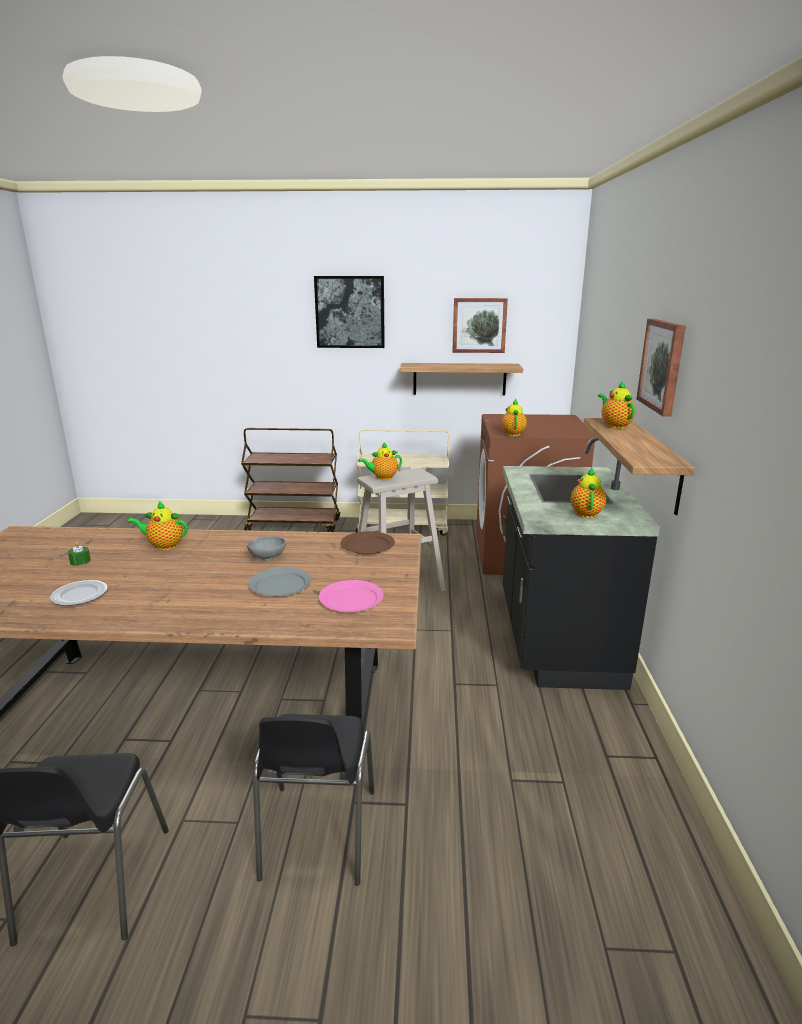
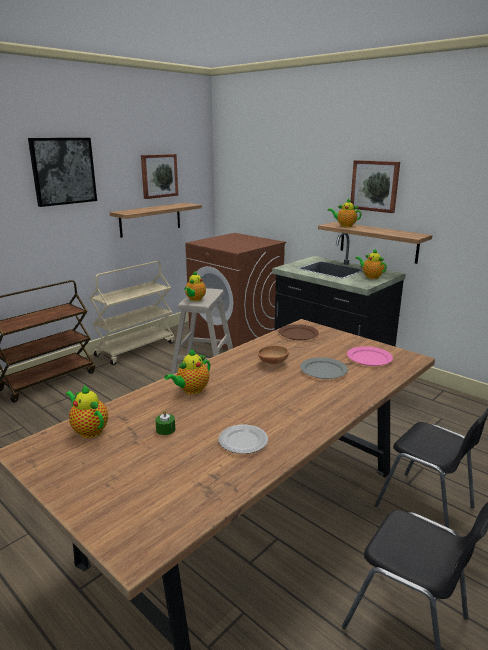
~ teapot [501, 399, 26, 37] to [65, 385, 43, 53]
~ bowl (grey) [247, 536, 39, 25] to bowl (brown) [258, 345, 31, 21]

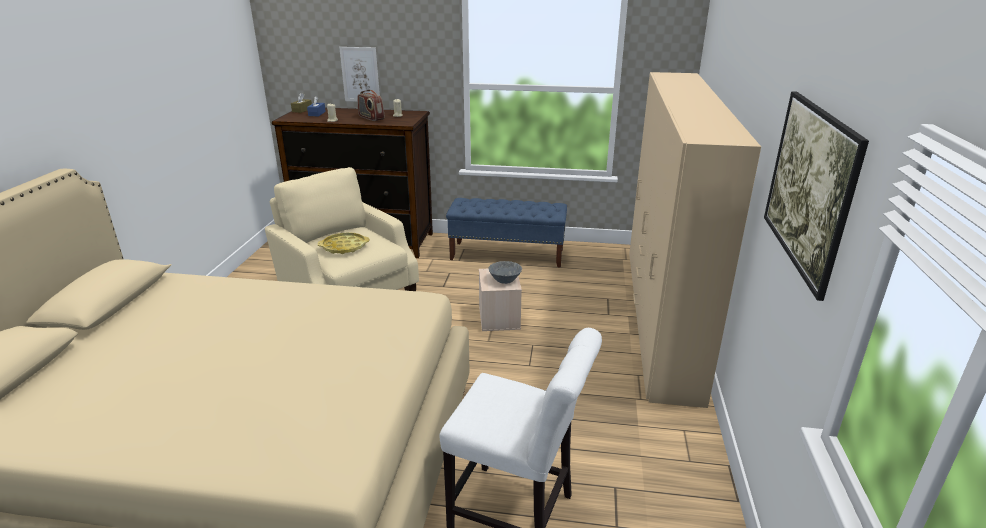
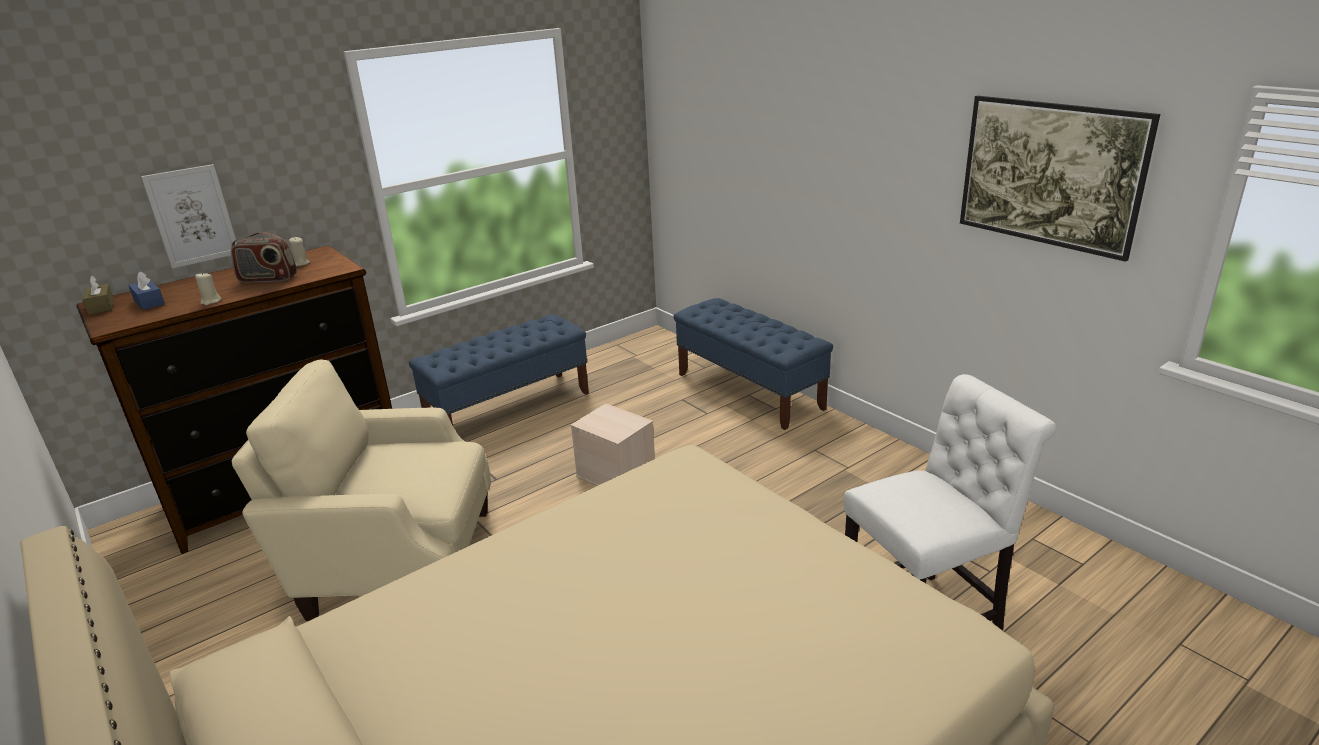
~ wardrobe (beige) [629, 72, 132, 336] to bench (blue) [674, 298, 159, 132]
- tray (yellow) [318, 232, 52, 22]
- bowl (grey) [488, 261, 34, 23]

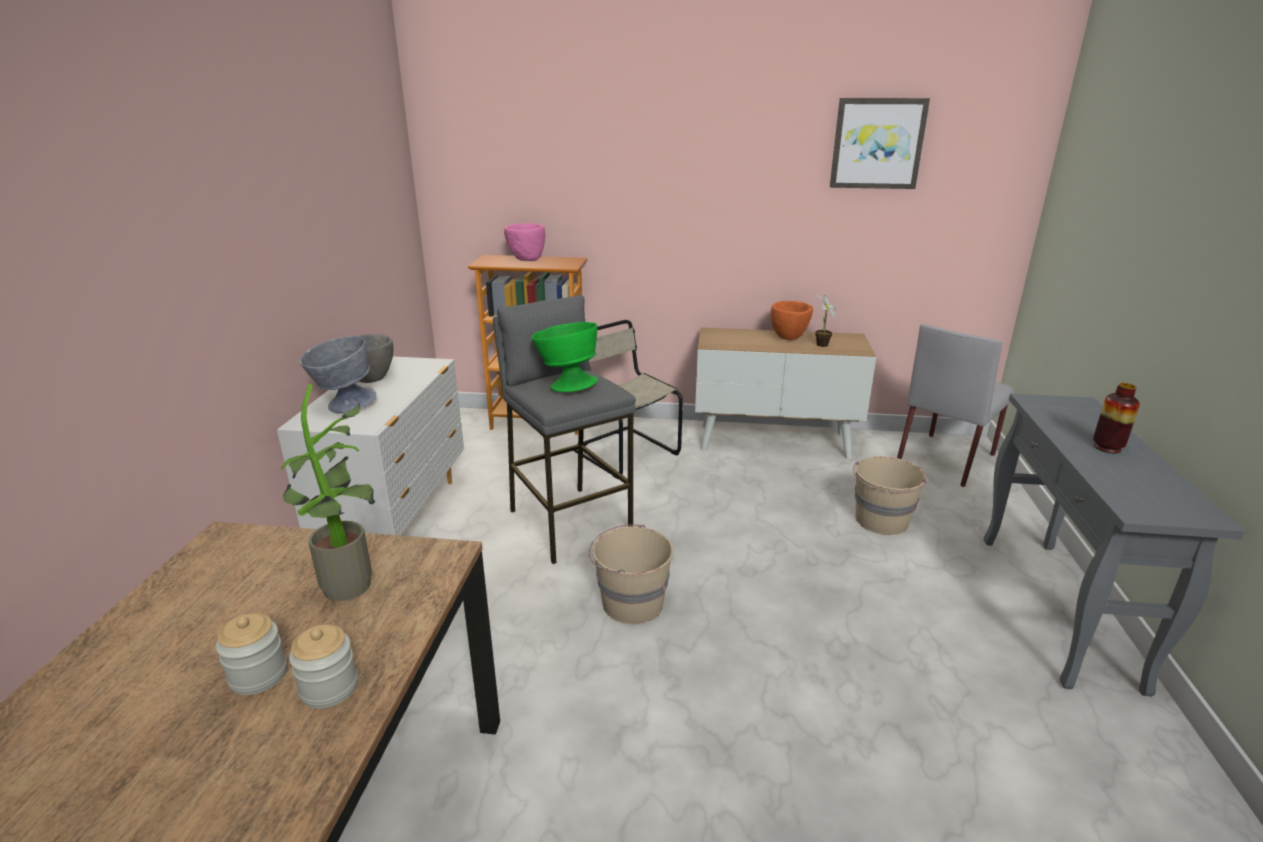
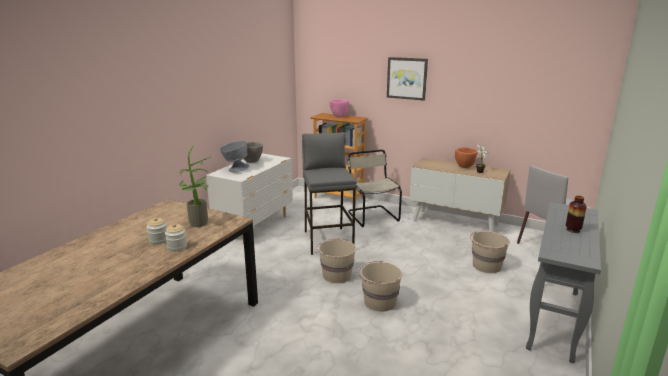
~ picture [830, 98, 100, 91] to [387, 57, 41, 44]
- bowl (green) [531, 322, 67, 70]
+ bucket (beige) [359, 261, 43, 51]

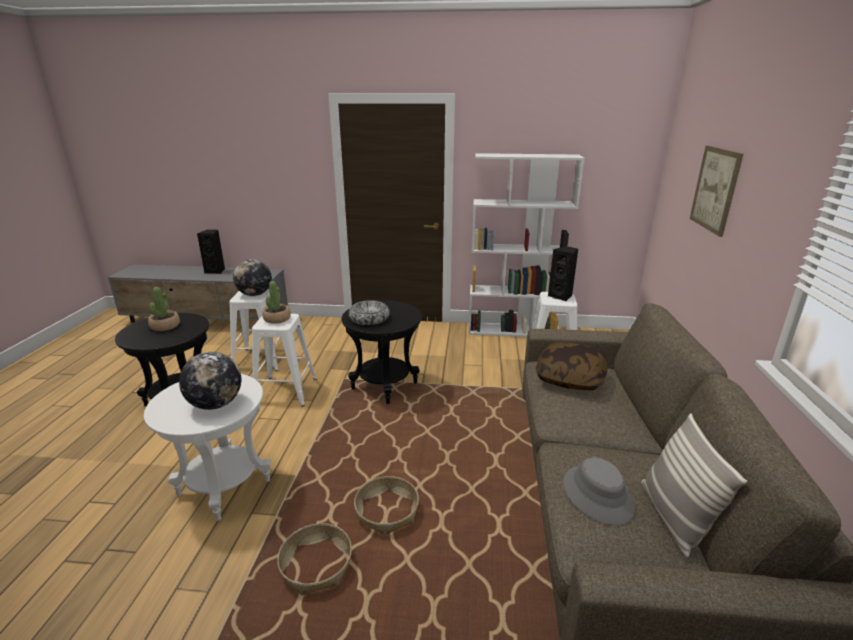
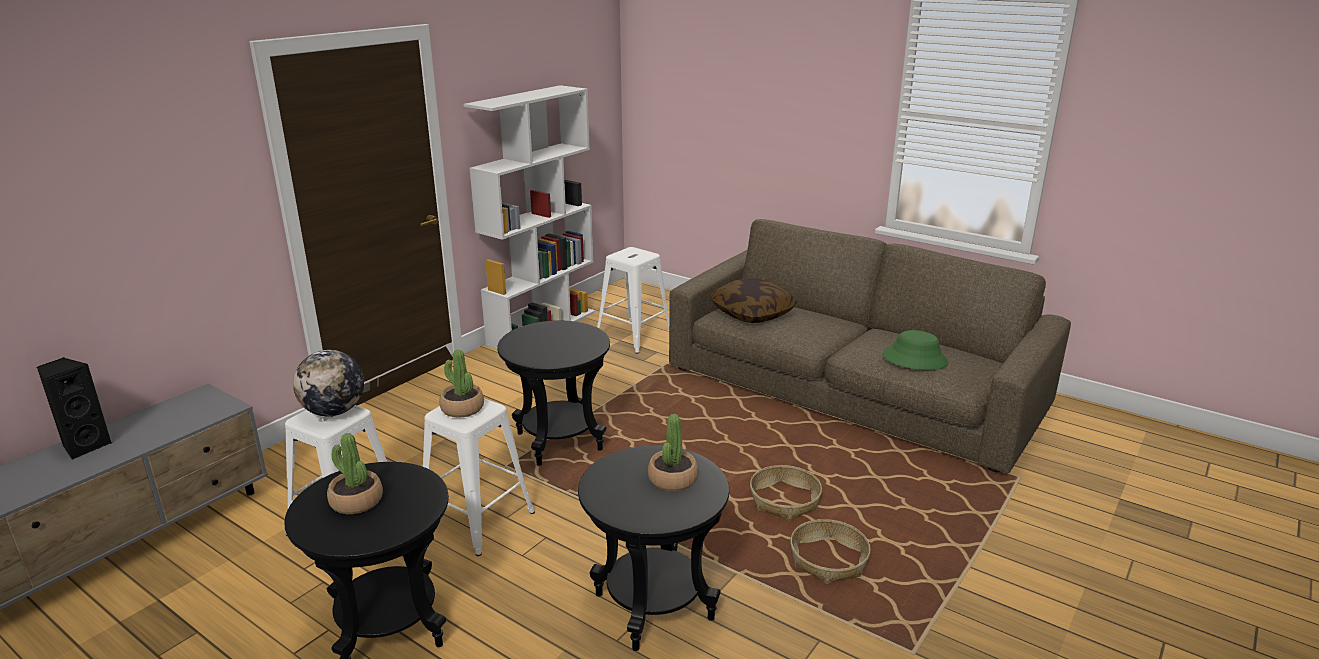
- picture [689, 145, 54, 92]
- speaker (black) [548, 246, 30, 56]
- bowl [348, 300, 42, 25]
~ globe [179, 352, 62, 58] to potted plant [648, 414, 50, 77]
~ side table (white) [144, 374, 127, 147] to side table (black) [578, 446, 152, 205]
- pillow [641, 413, 106, 145]
~ hat (grey) [563, 457, 72, 68] to hat (green) [882, 330, 66, 40]

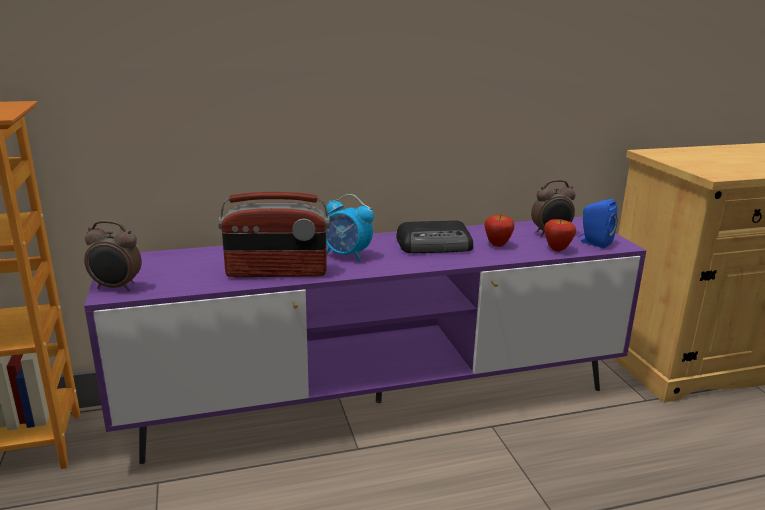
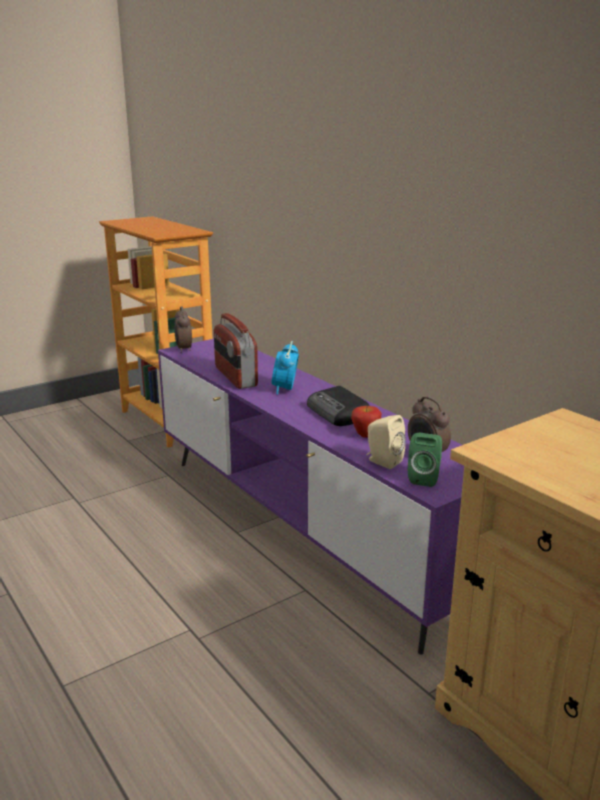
~ speaker (blue) [578, 199, 39, 50] to speaker (green) [408, 433, 34, 54]
~ apple [544, 219, 32, 33] to speaker (beige) [366, 415, 40, 54]

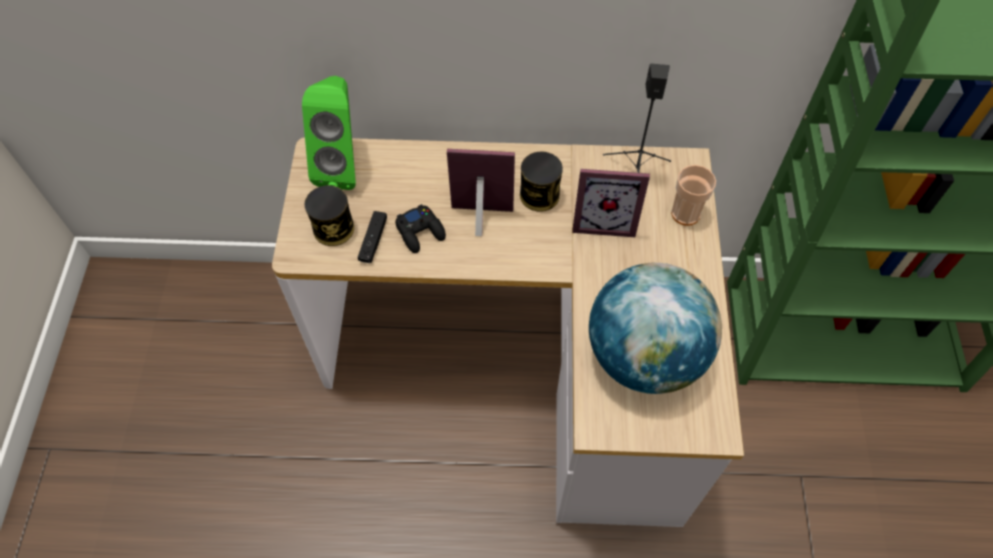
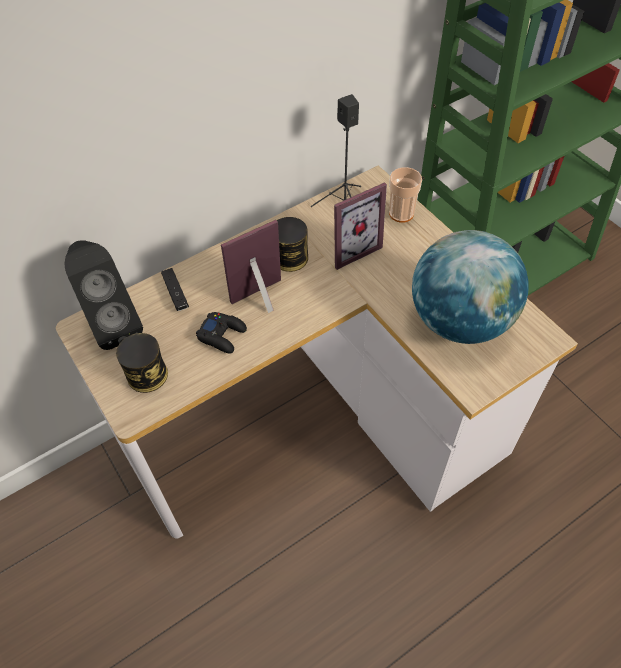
~ speaker (green) [302, 76, 54, 114] to speaker (black) [64, 240, 79, 110]
~ game controller (black) [358, 211, 29, 52] to [161, 268, 28, 43]

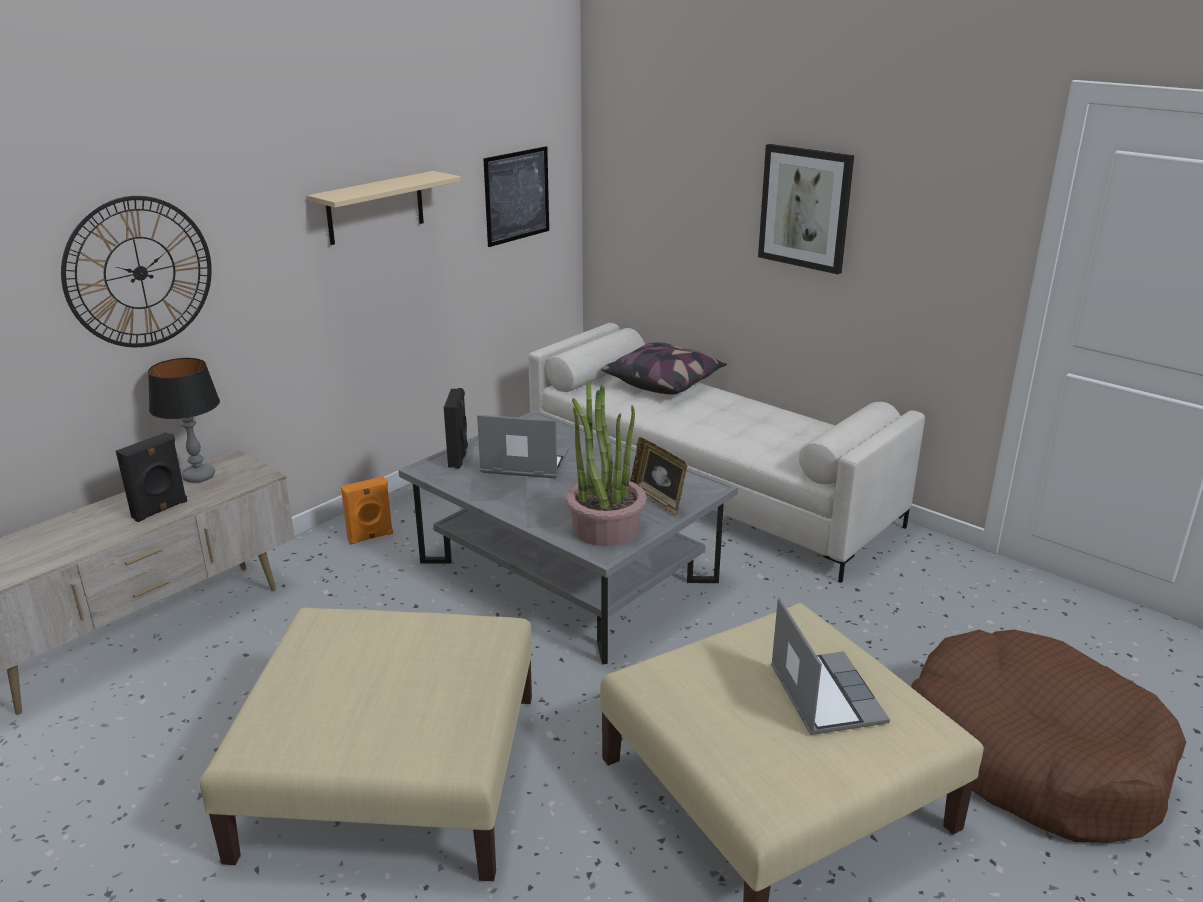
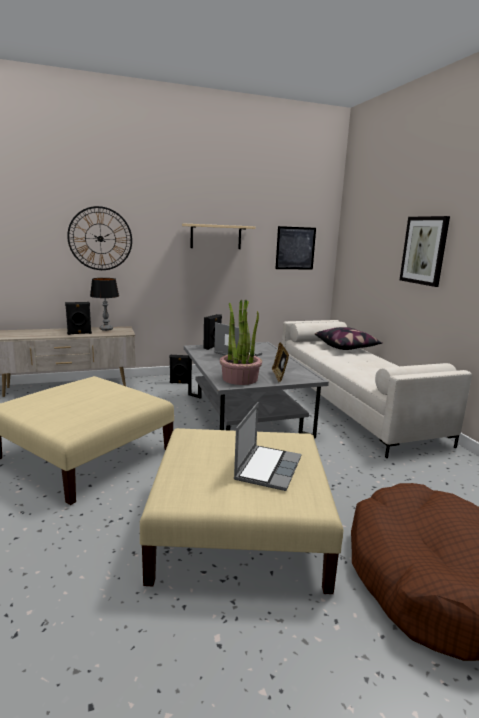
~ speaker (orange) [341, 476, 52, 69] to speaker (black) [169, 355, 19, 29]

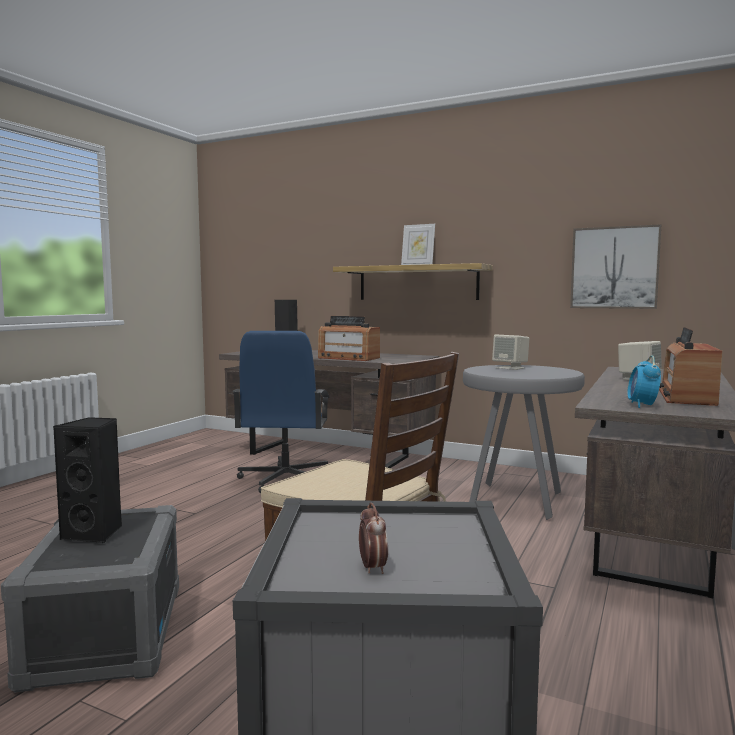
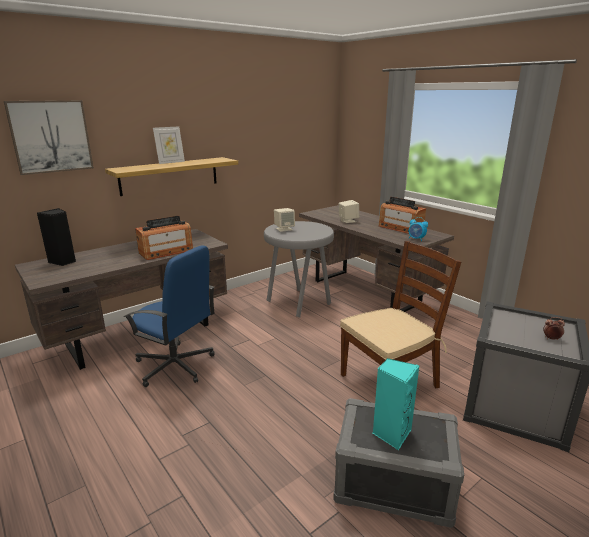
~ picture [570, 224, 91, 85] to [4, 100, 90, 75]
~ speaker (black) [53, 417, 69, 127] to speaker (turquoise) [373, 358, 46, 92]

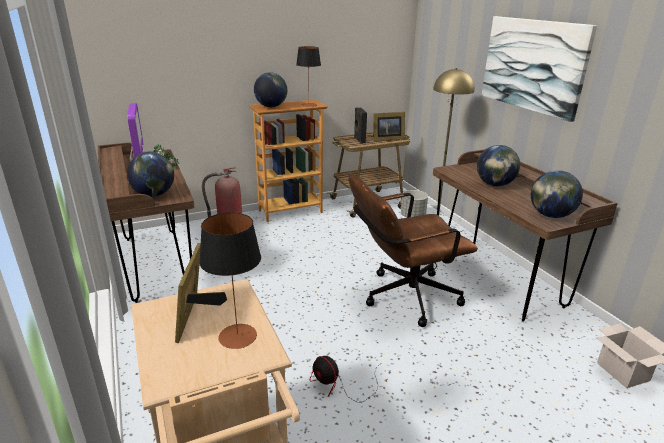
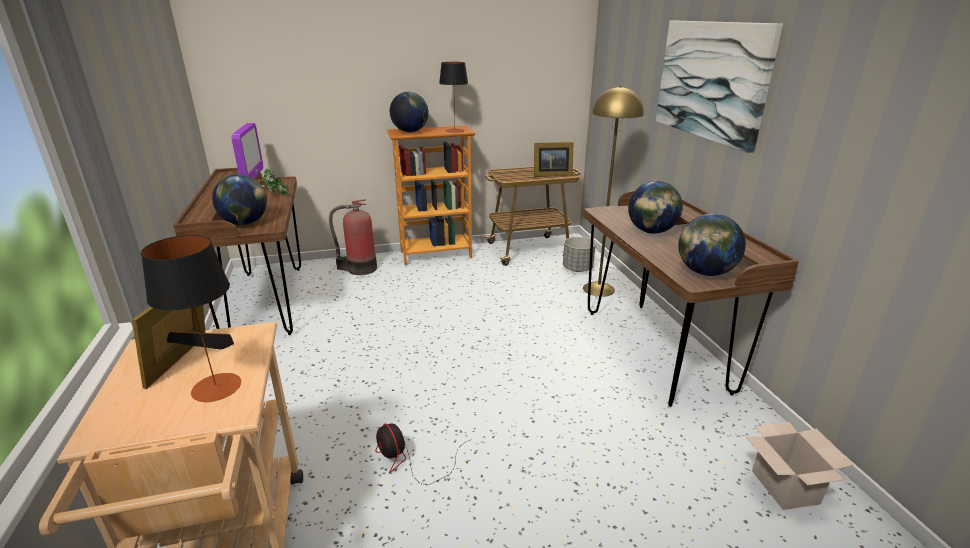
- speaker (black) [354, 107, 13, 37]
- office chair (brown) [348, 174, 130, 153]

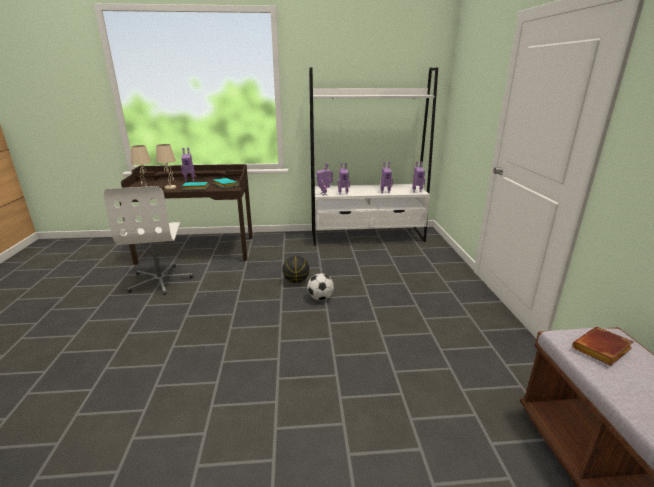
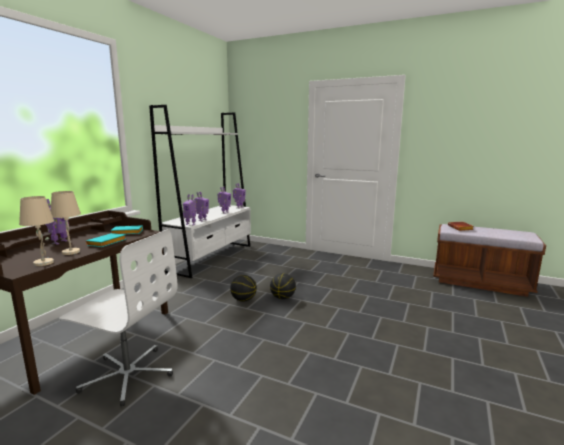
~ football [307, 274, 27, 26] to basketball [270, 273, 26, 26]

